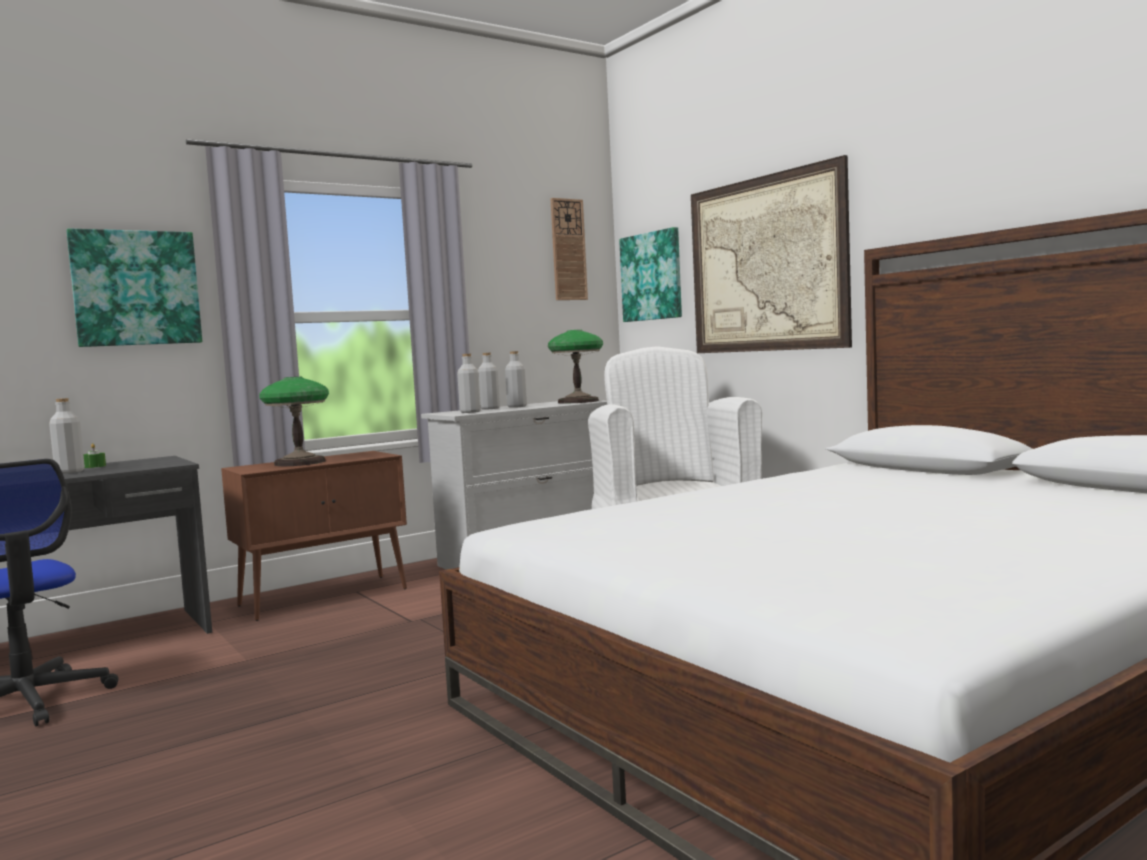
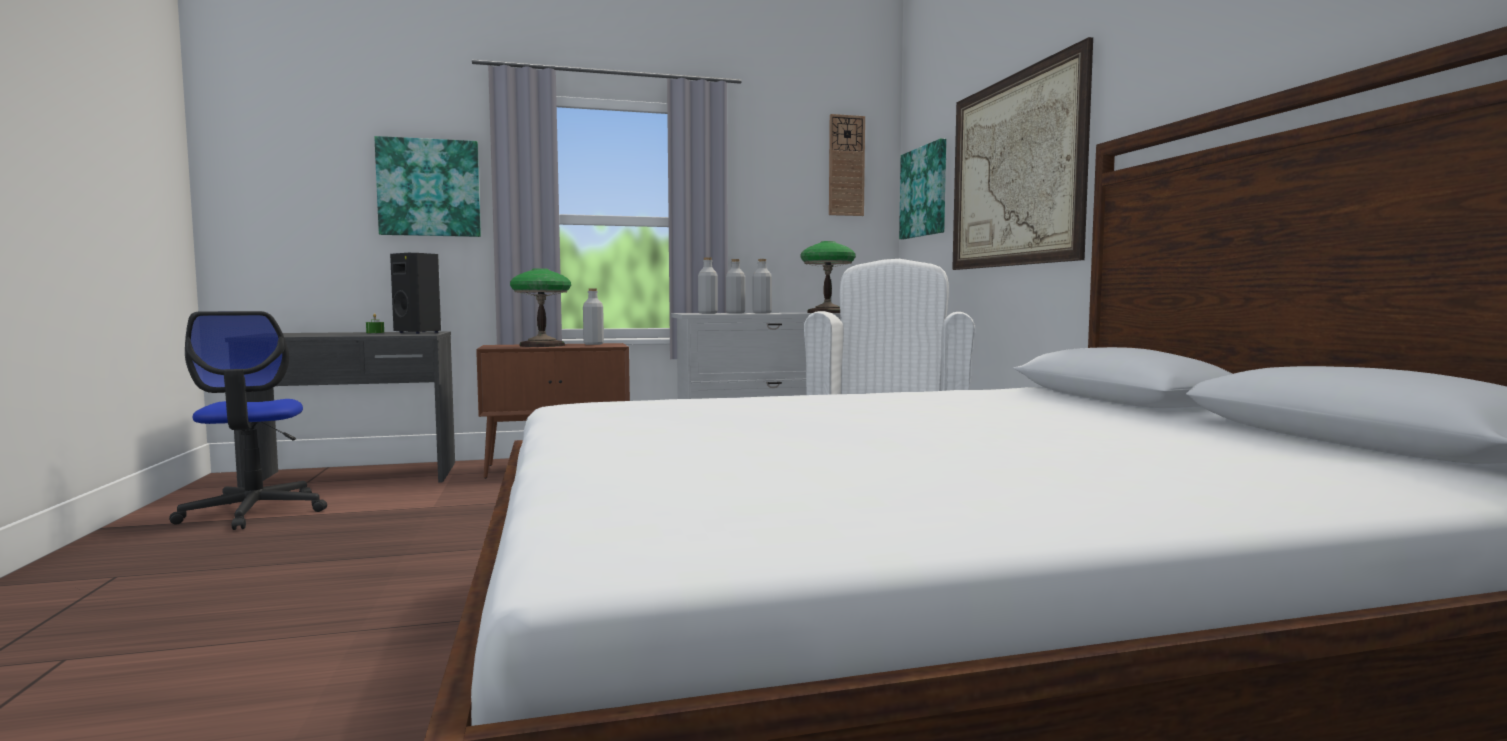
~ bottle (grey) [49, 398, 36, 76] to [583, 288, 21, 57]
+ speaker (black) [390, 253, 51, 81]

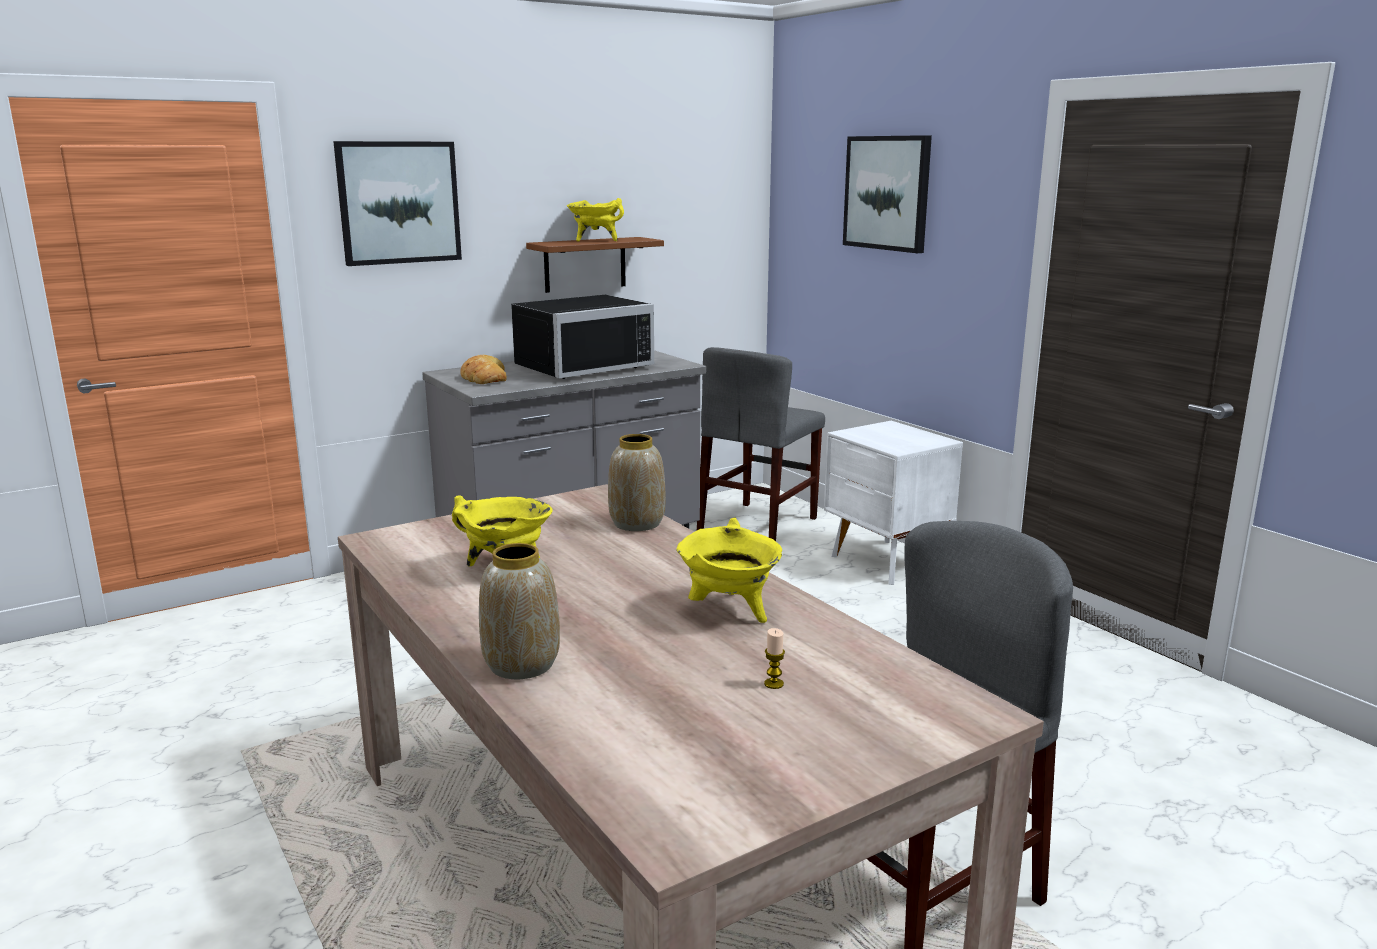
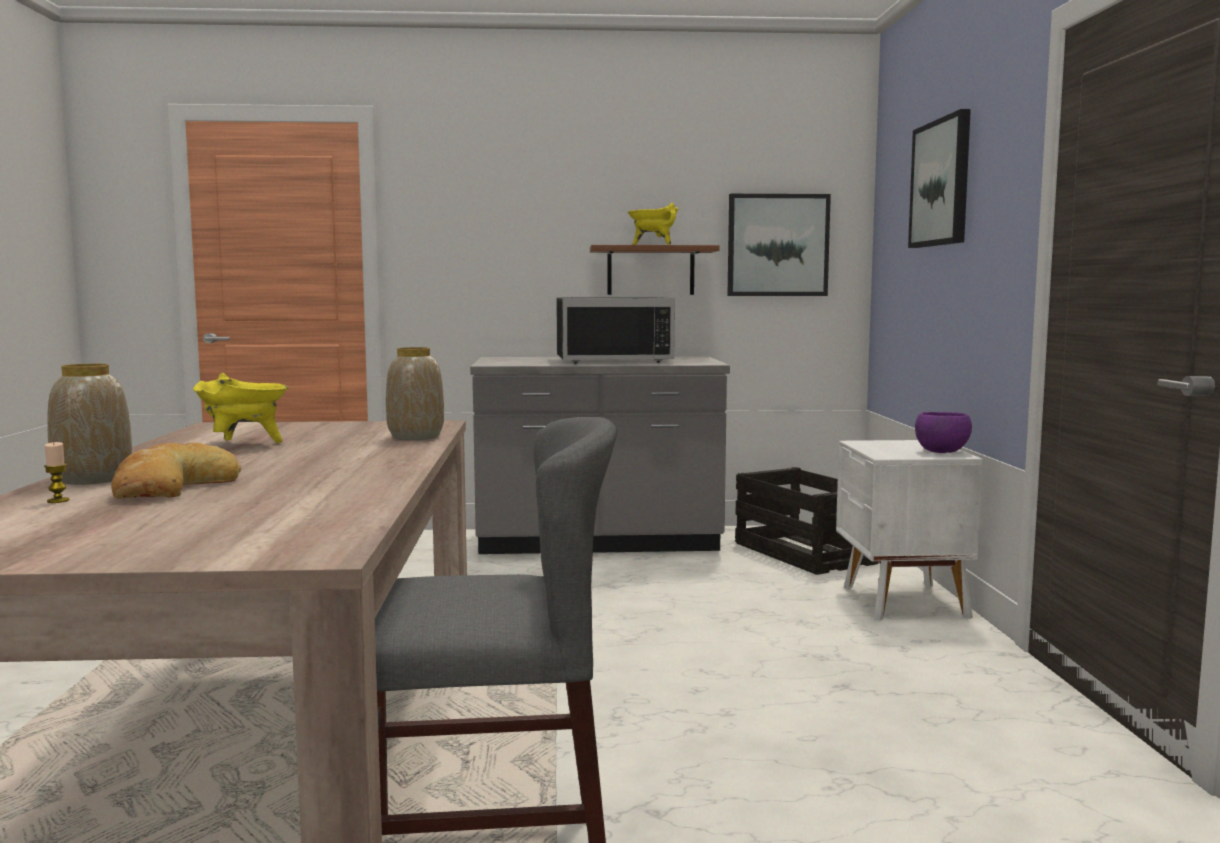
~ picture [333, 141, 129, 125] to [727, 194, 104, 102]
~ chair (grey) [697, 347, 128, 194] to crate [735, 467, 143, 108]
~ bread [460, 355, 47, 29] to [111, 443, 130, 56]
- cooking pot (yellow) [676, 518, 106, 105]
~ candle [764, 628, 21, 61] to [44, 442, 25, 61]
+ bowl (purple) [915, 412, 57, 41]

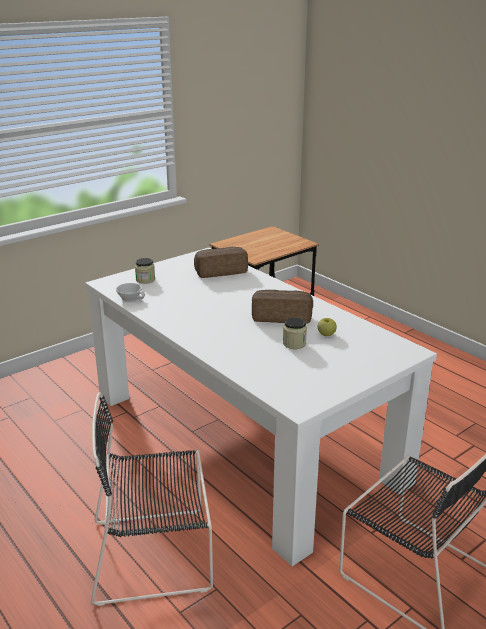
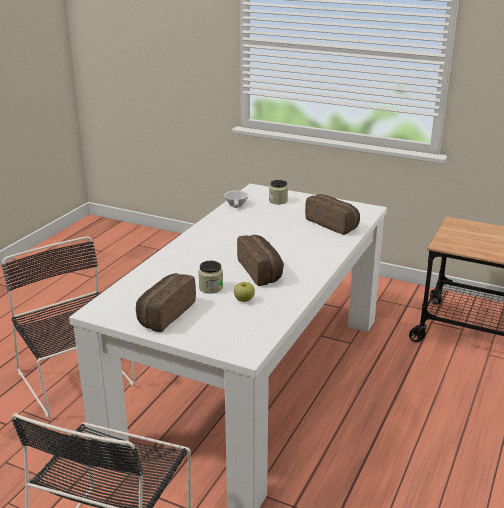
+ bread [136, 273, 60, 59]

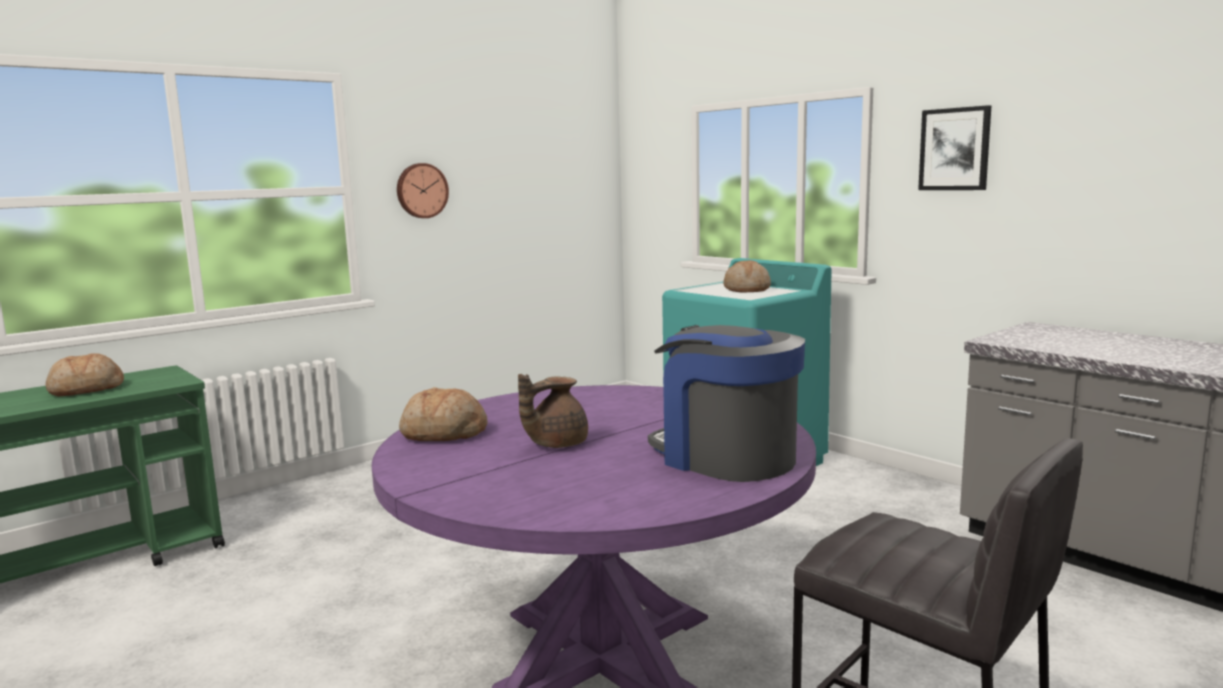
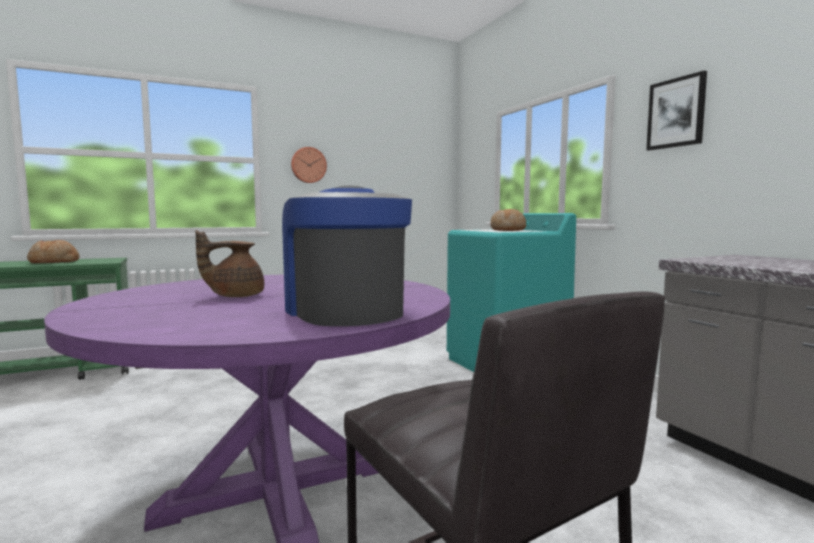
- bread [399, 387, 89, 54]

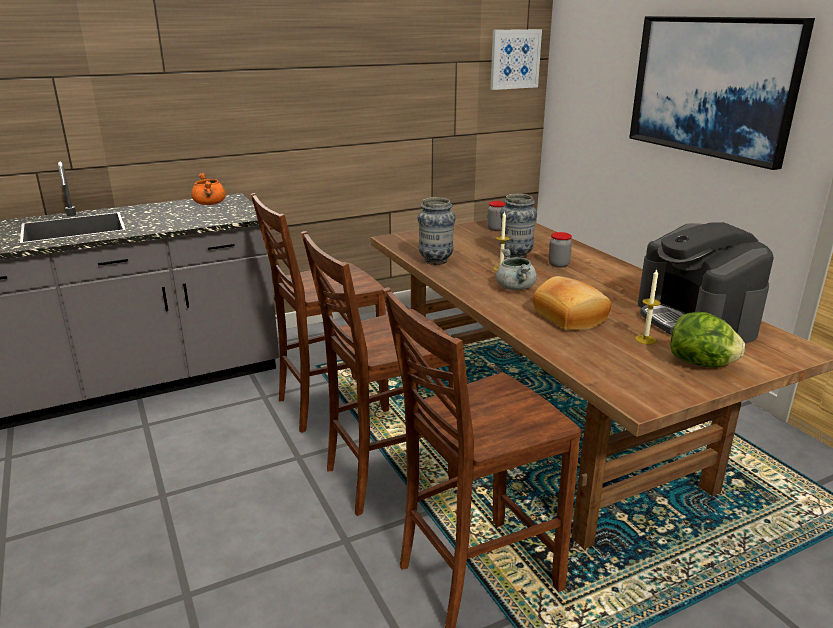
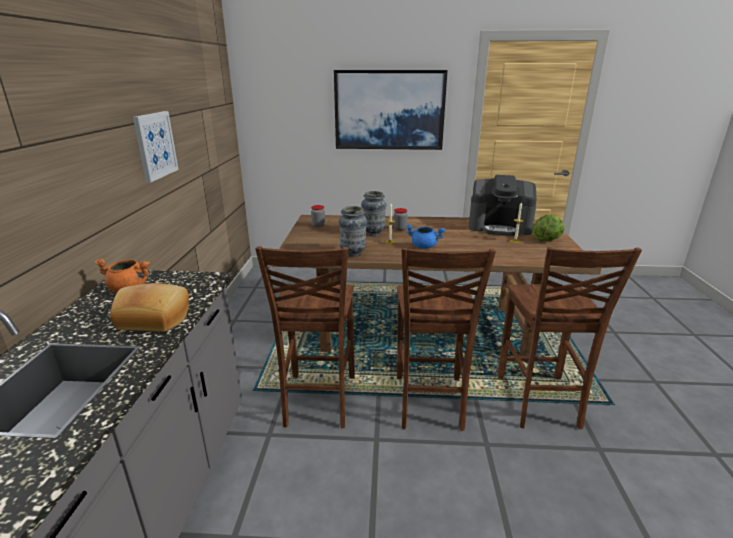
~ picture [490, 29, 52, 61] to [133, 111, 45, 72]
~ cooking pot (grey) [496, 248, 41, 42] to cooking pot (blue) [406, 225, 39, 24]
~ bread [533, 276, 78, 54] to [110, 283, 79, 48]

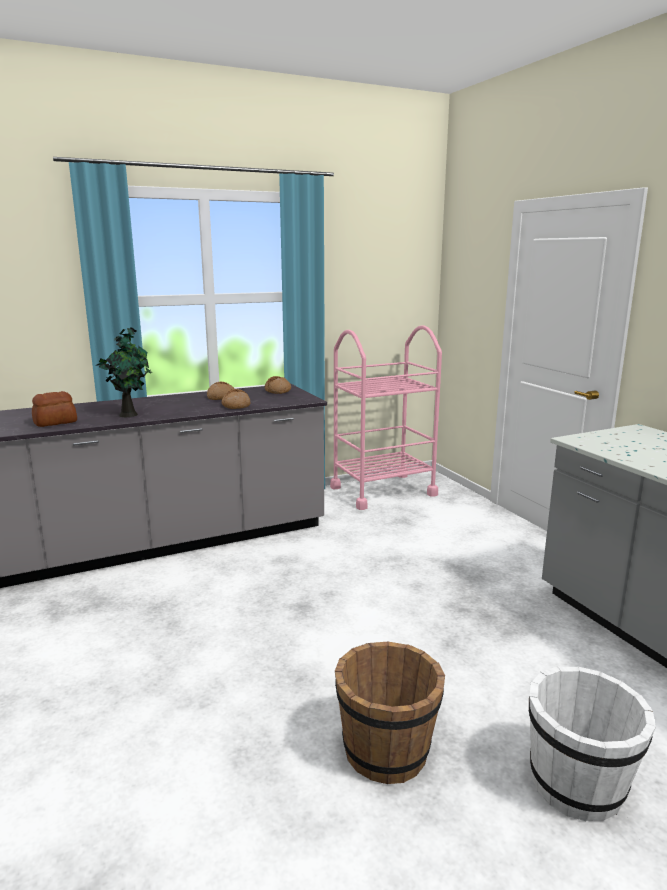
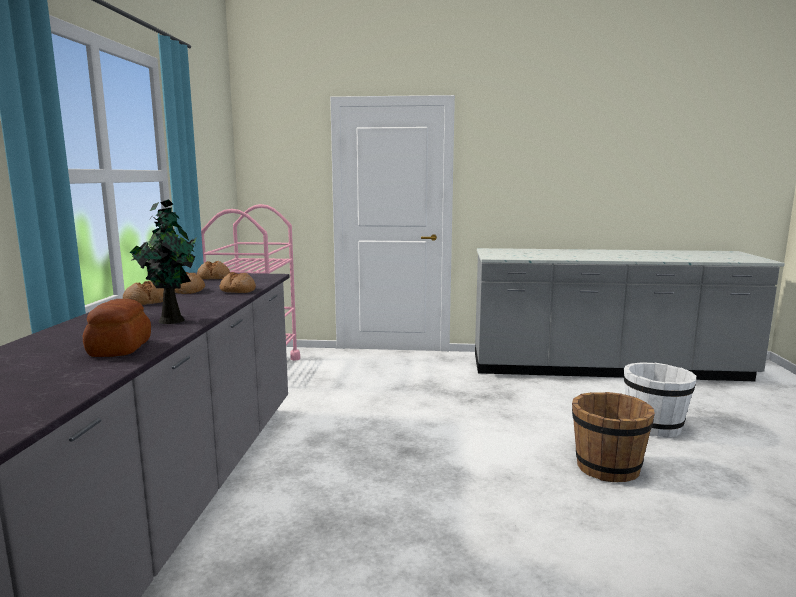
+ bread [123, 281, 41, 24]

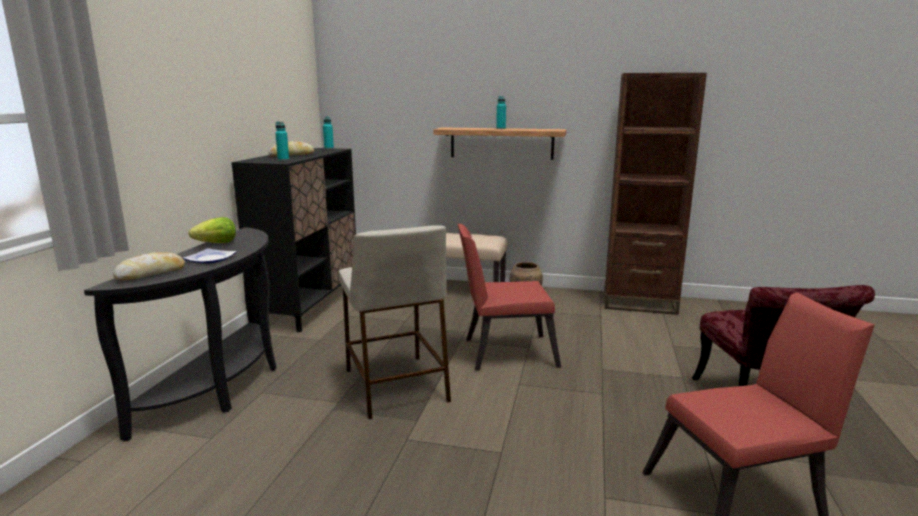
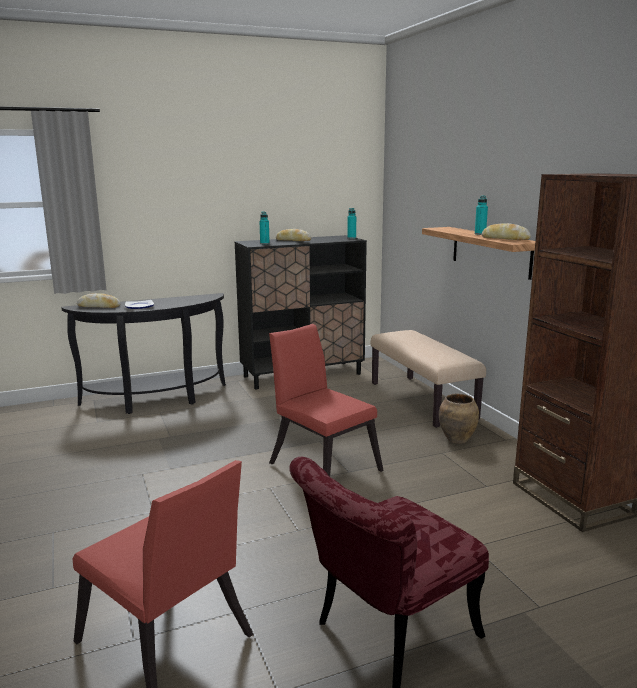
- lettuce [189, 217, 47, 26]
- stool (beige) [339, 225, 112, 194]
+ bread [482, 223, 49, 17]

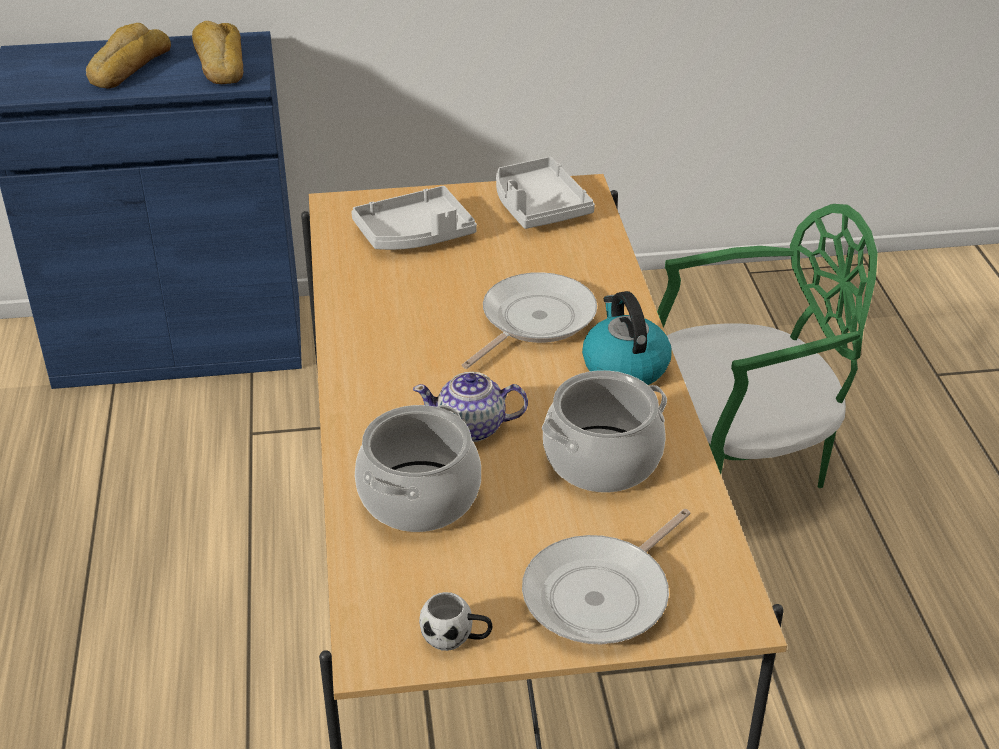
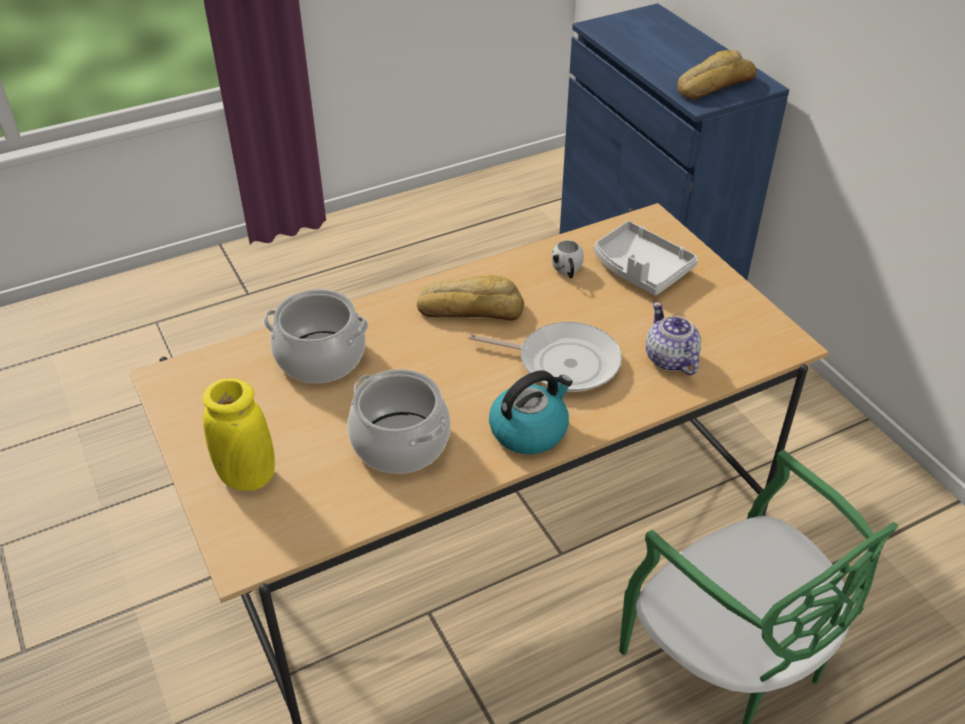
~ bread [86, 23, 85, 66] to [417, 275, 107, 46]
- tray (grey) [496, 157, 99, 72]
~ teapot [413, 372, 115, 70] to [646, 302, 55, 73]
~ frying pan [522, 509, 169, 135] to vase (yellow) [203, 378, 72, 113]
~ mug (white) [419, 592, 73, 59] to [552, 240, 32, 39]

